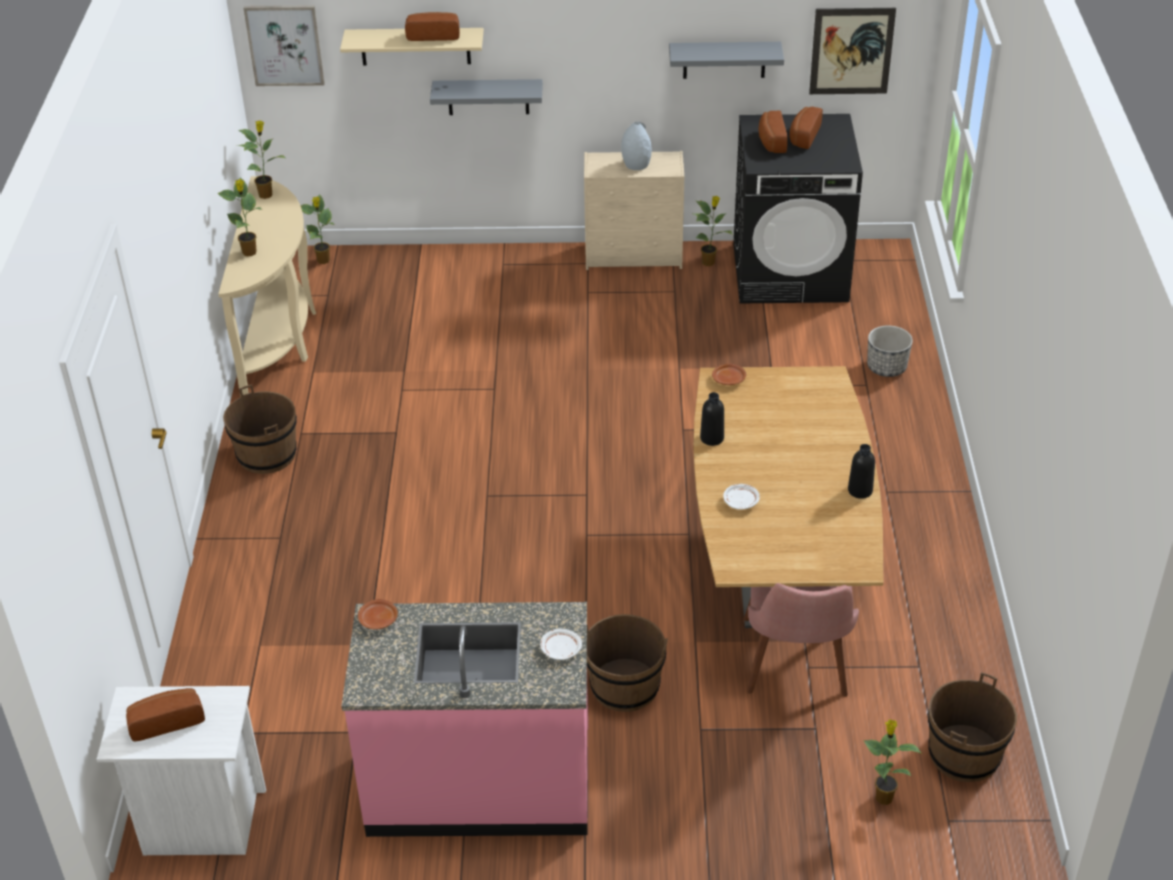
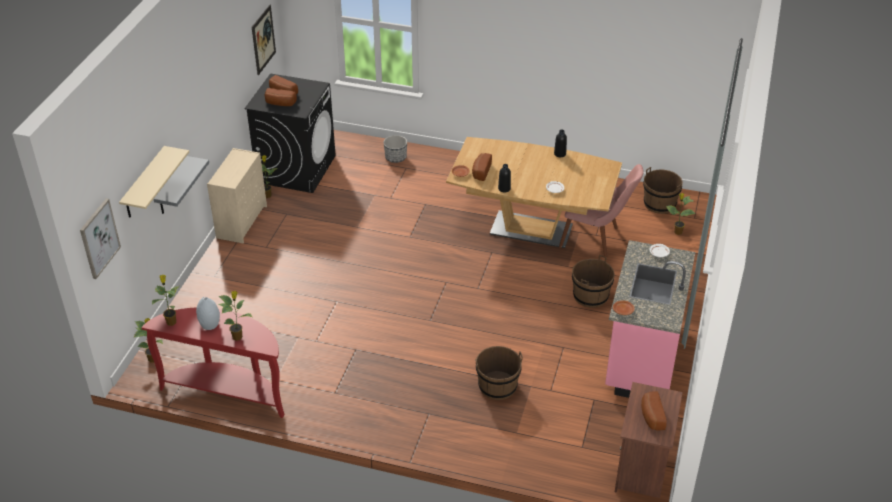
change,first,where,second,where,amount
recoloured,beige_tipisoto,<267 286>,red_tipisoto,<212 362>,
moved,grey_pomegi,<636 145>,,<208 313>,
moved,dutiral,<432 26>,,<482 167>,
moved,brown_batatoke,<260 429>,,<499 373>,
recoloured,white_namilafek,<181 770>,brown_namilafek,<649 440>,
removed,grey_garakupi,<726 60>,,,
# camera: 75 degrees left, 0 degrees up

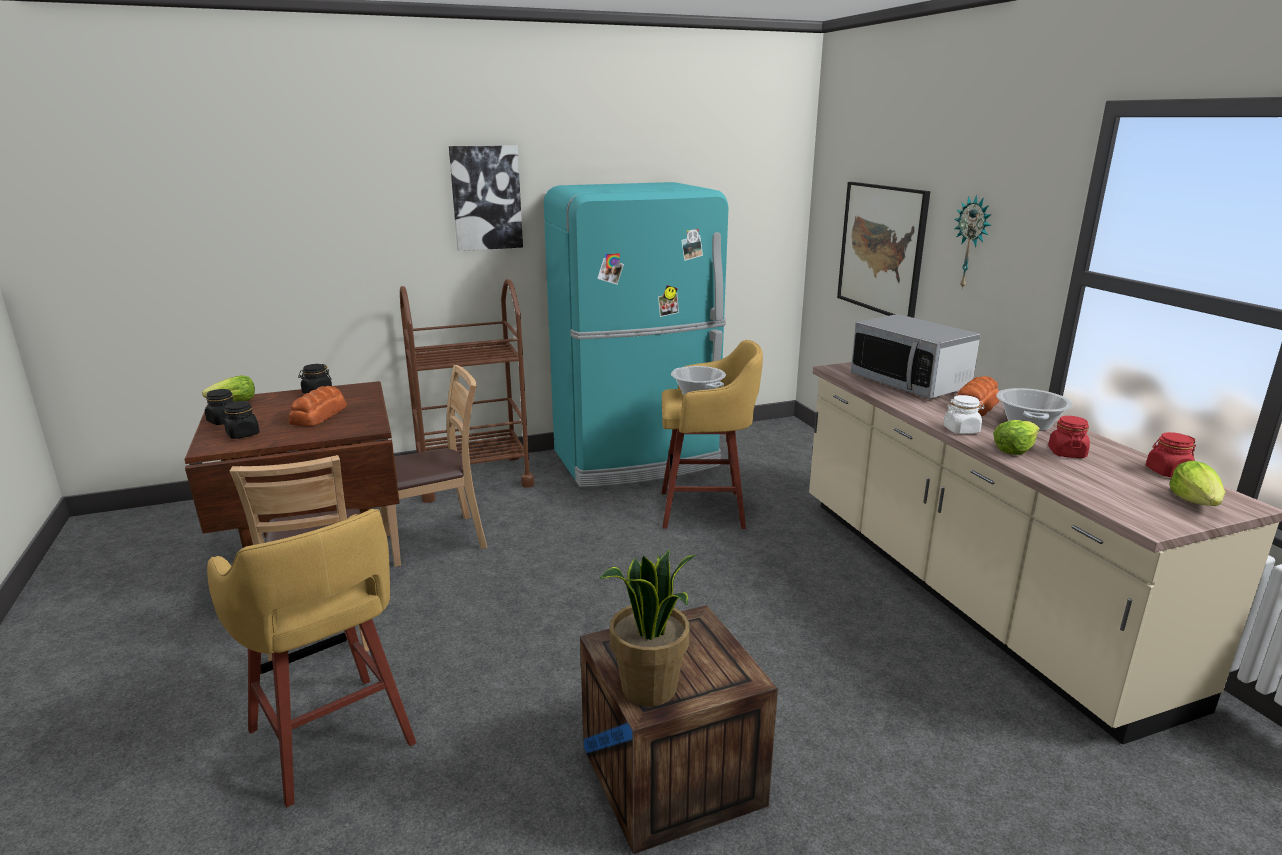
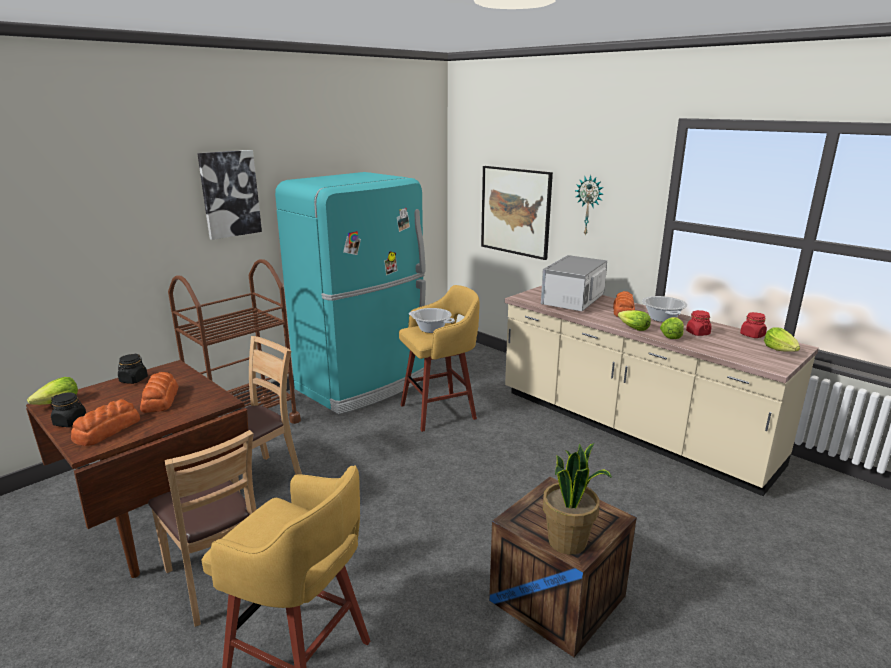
change,first,where,second,where,amount
replaced,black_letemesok,<242 420>,dutiral,<105 422>,
turned,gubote,<915 356>,,<574 283>,90 degrees clockwise
replaced,white_letemesok,<963 414>,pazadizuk,<634 320>,
# camera: 25 degrees left, 0 degrees up

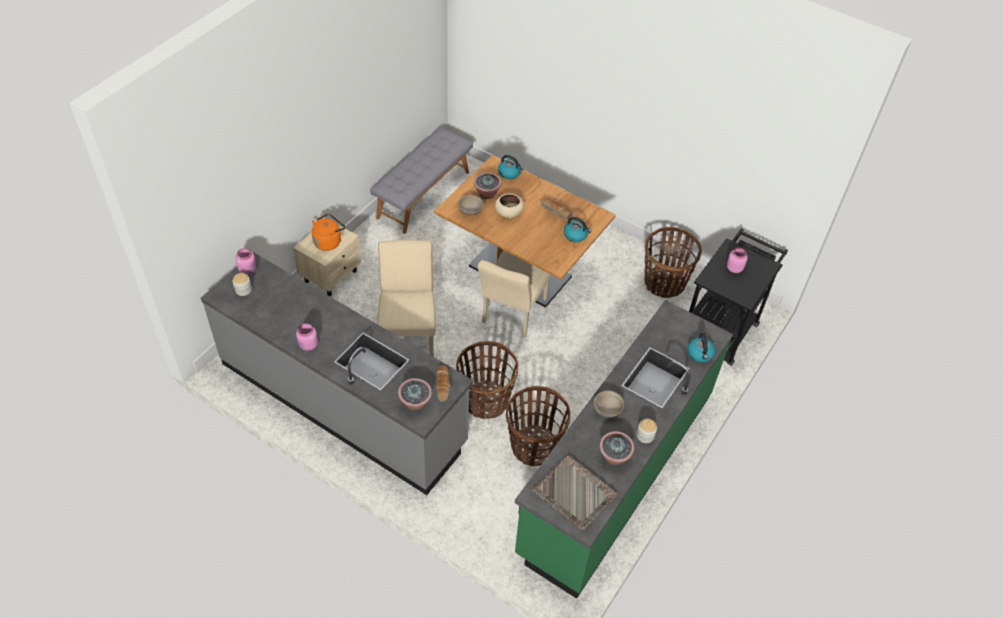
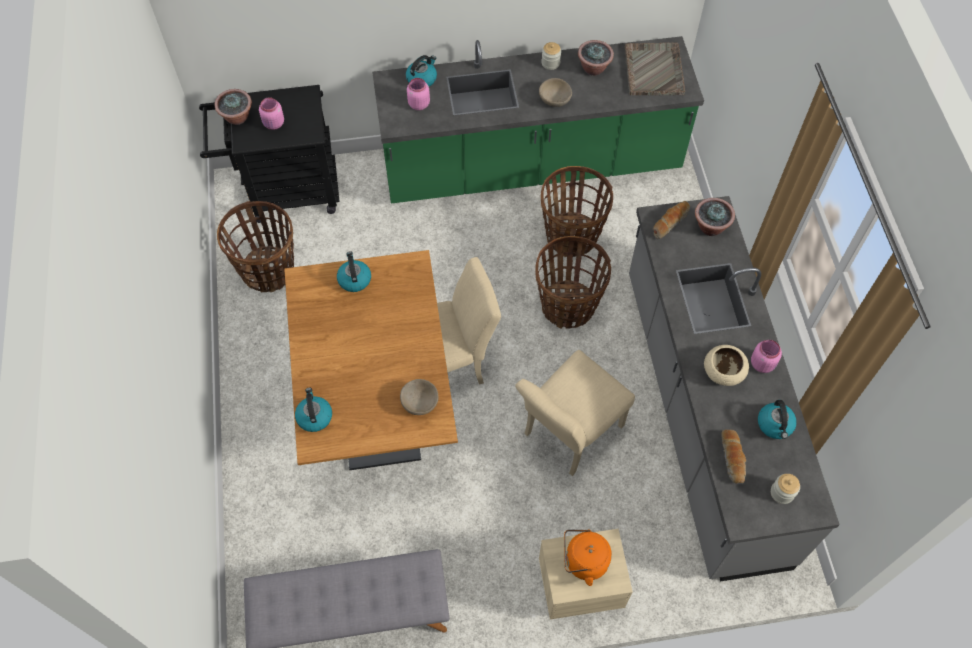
change,first,where,second,where,amount
moved,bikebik,<487 186>,,<233 107>,
moved,pink_letemesok,<246 261>,,<418 94>,
moved,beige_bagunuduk,<509 205>,,<726 365>,
moved,dutiral,<556 208>,,<733 456>,
added,,,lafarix,<777 419>,
# camera: 130 degrees left, 10 degrees up

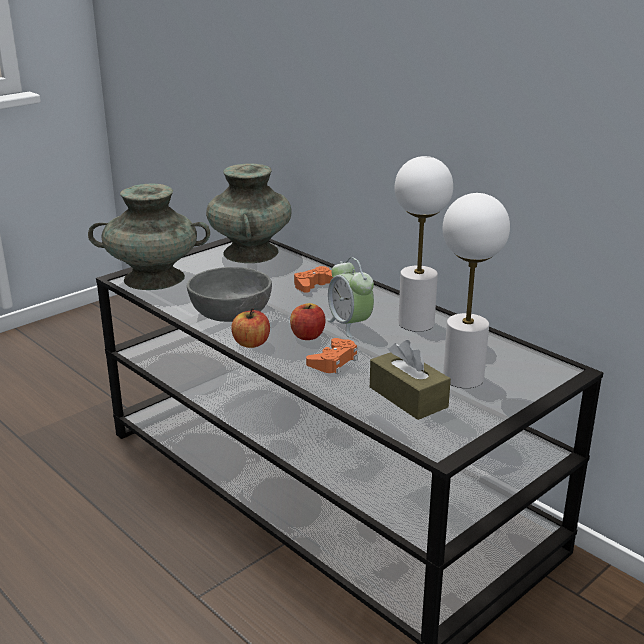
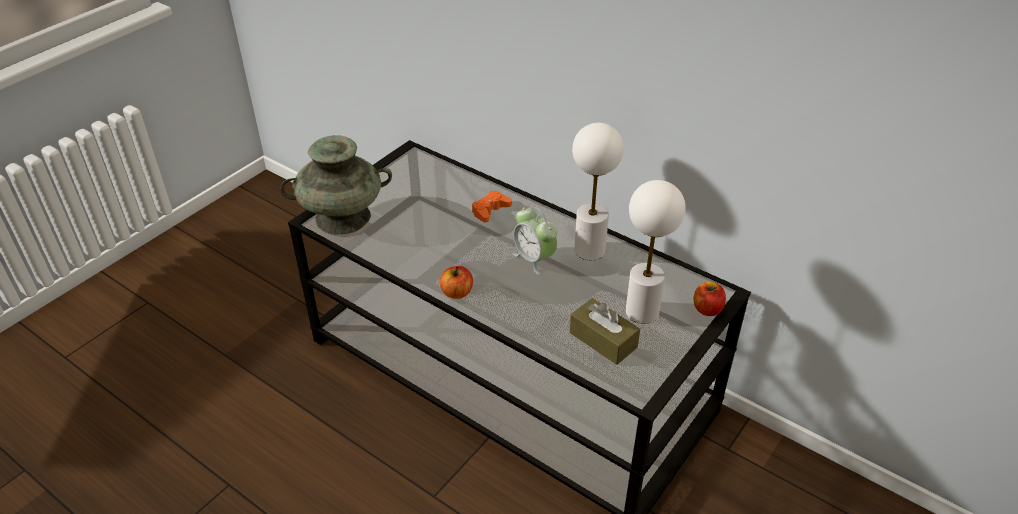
change,first,where,second,where,amount
moved,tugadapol,<307 321>,,<710 298>,
removed,grey_bagunuduk,<229 294>,,,
removed,turquoise_pomegi,<249 213>,,,
removed,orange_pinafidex,<332 356>,,,
# camera: 10 degrees left, 15 degrees up

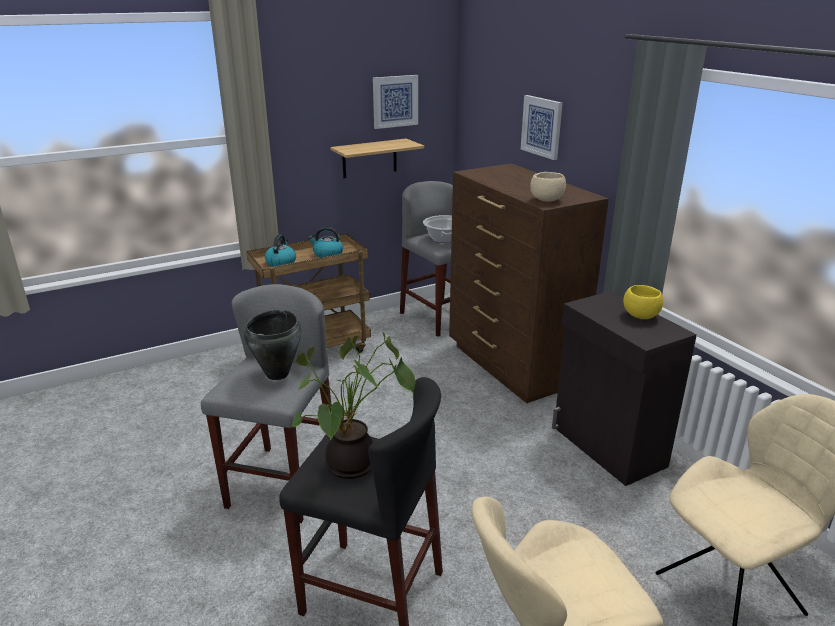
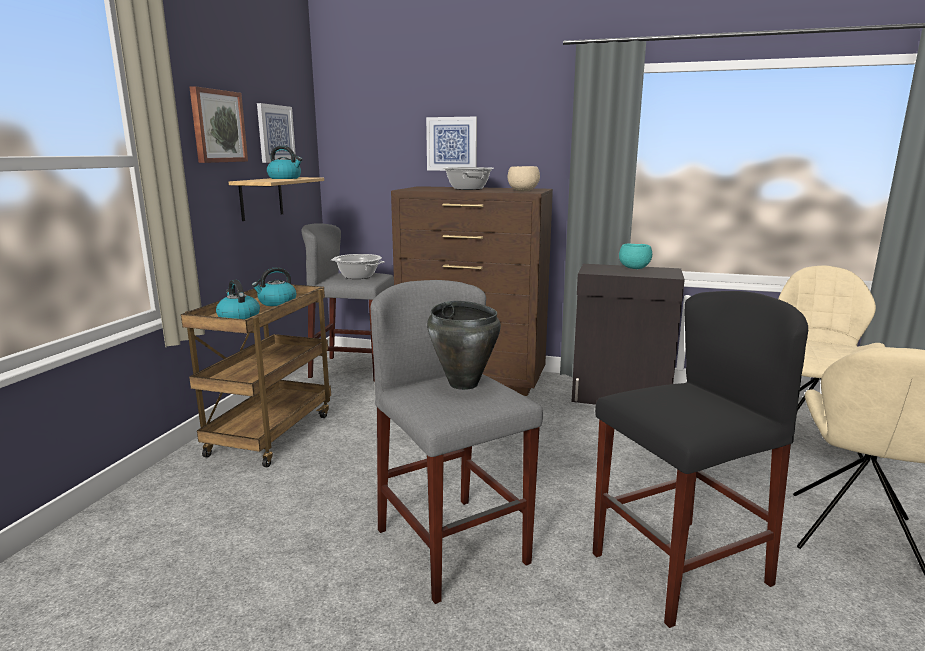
change,first,where,second,where,amount
added,,,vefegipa,<219 124>,
added,,,lafarix,<285 162>,
added,,,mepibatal,<468 178>,
recoloured,yellow_bagunuduk,<643 302>,turquoise_bagunuduk,<635 256>,
removed,bikebik,<354 405>,,,
# camera: 45 degrees left, 10 degrees down

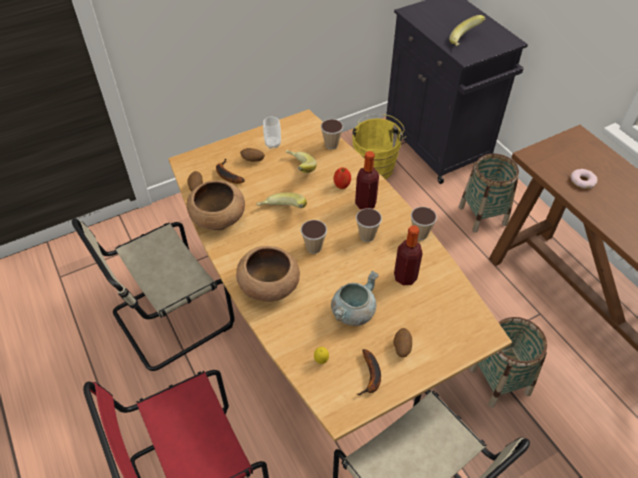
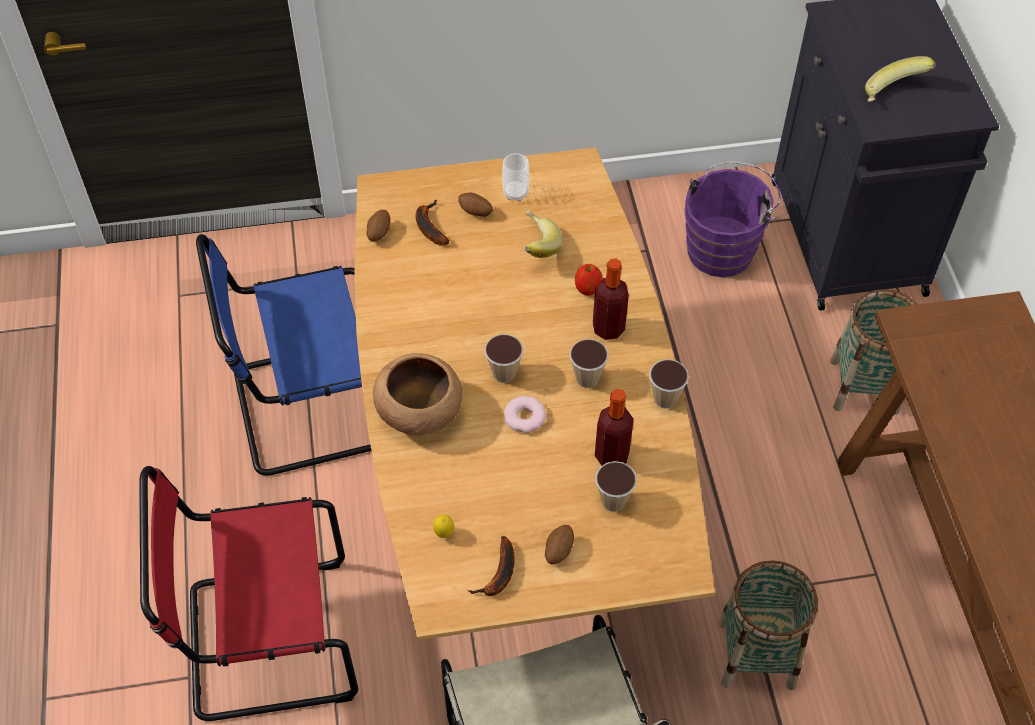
change,first,where,second,where,amount
recoloured,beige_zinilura,<153 294>,blue_zinilura,<283 355>,
moved,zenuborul,<584 178>,,<525 414>,
moved,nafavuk,<332 134>,,<616 486>,
recoloured,yellow_batatoke,<379 146>,purple_batatoke,<732 219>,
removed,brown_bagunuduk,<216 205>,,,
removed,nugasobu,<281 200>,,,
removed,grey_mepibatal,<355 298>,,,
# camera: 20 degrees right, 5 degrees up

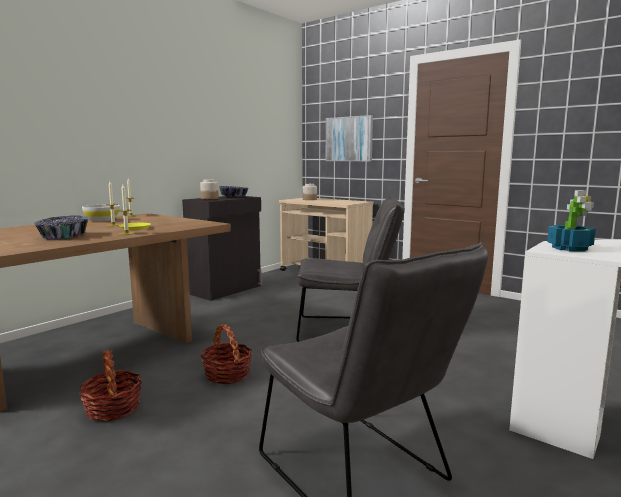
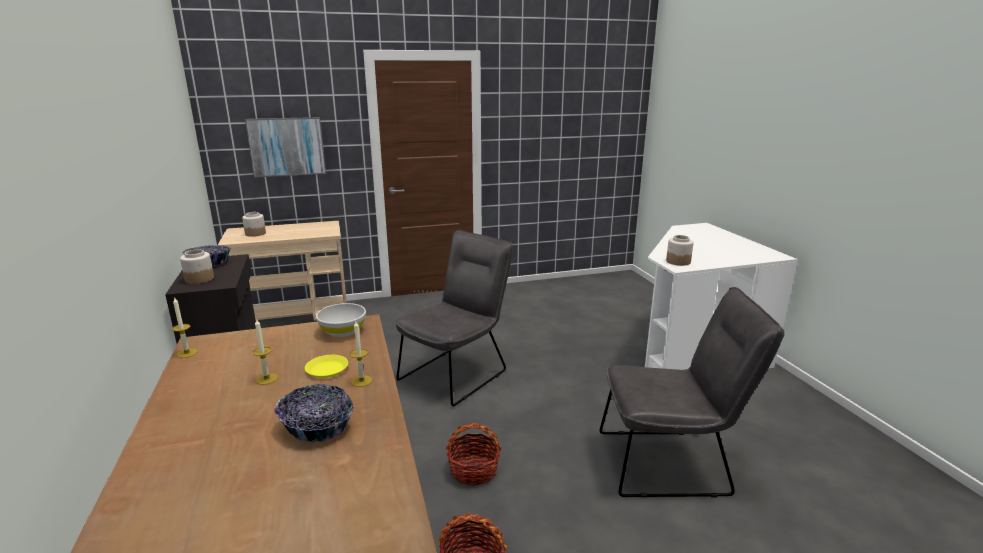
change,first,where,second,where,amount
moved,white_bagunuduk,<101 213>,,<341 320>,
replaced,bikebik,<571 220>,letemesok,<680 250>,
# camera: 55 degrees left, 10 degrees up

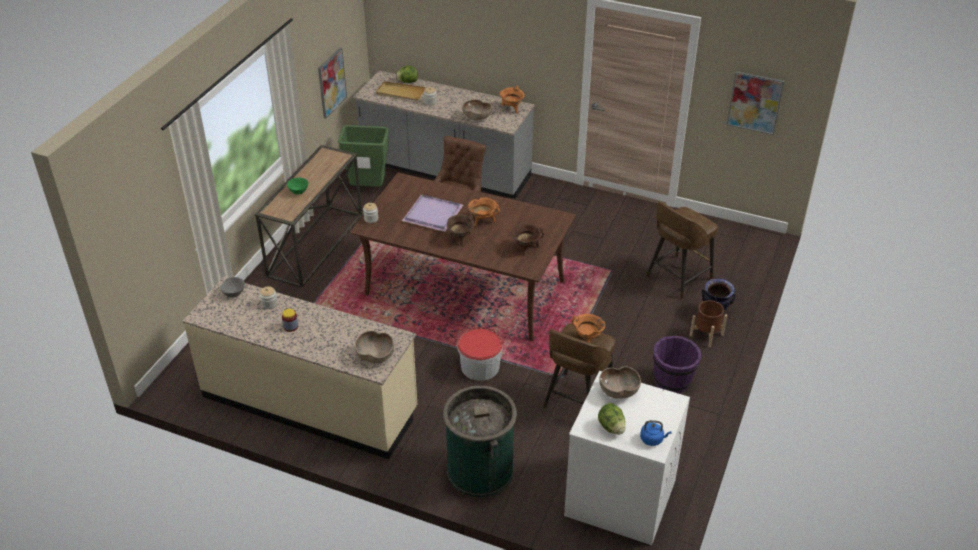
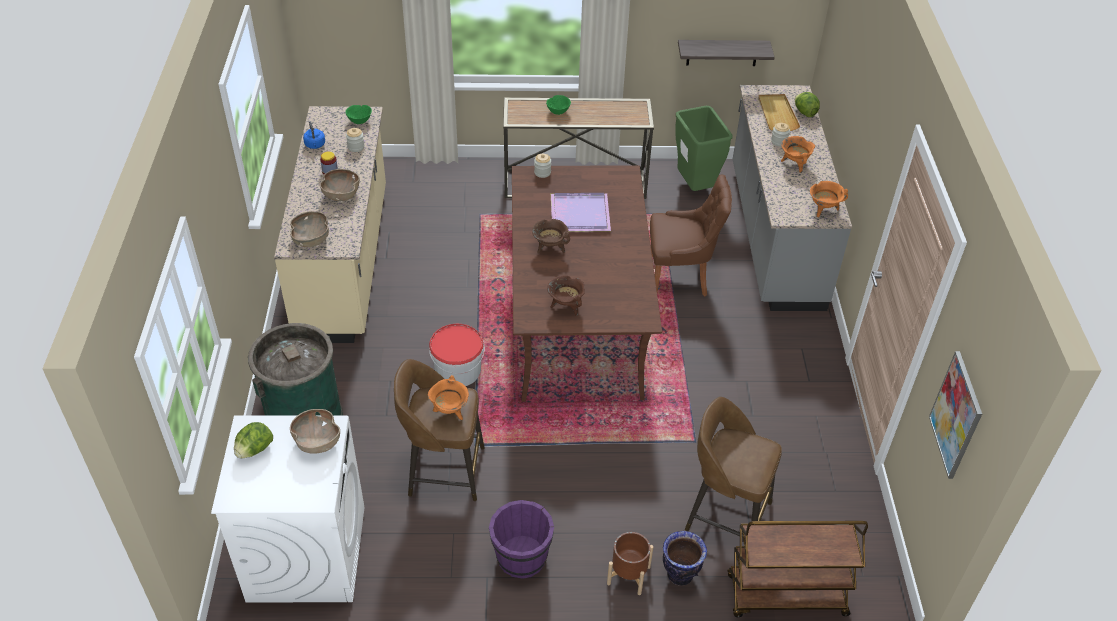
change,first,where,second,where,amount
moved,blue_lafarix,<656 433>,,<314 135>,
moved,brown_bagunuduk,<477 109>,,<340 185>,
recoloured,grey_bagunuduk,<232 287>,green_bagunuduk,<359 114>,
replaced,vefegipa,<332 83>,garakupi,<726 53>,
added,,,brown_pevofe,<798 569>,
moved,orange_mepibatal,<484 212>,,<798 154>,
# camera: 65 degrees right, 5 degrees up

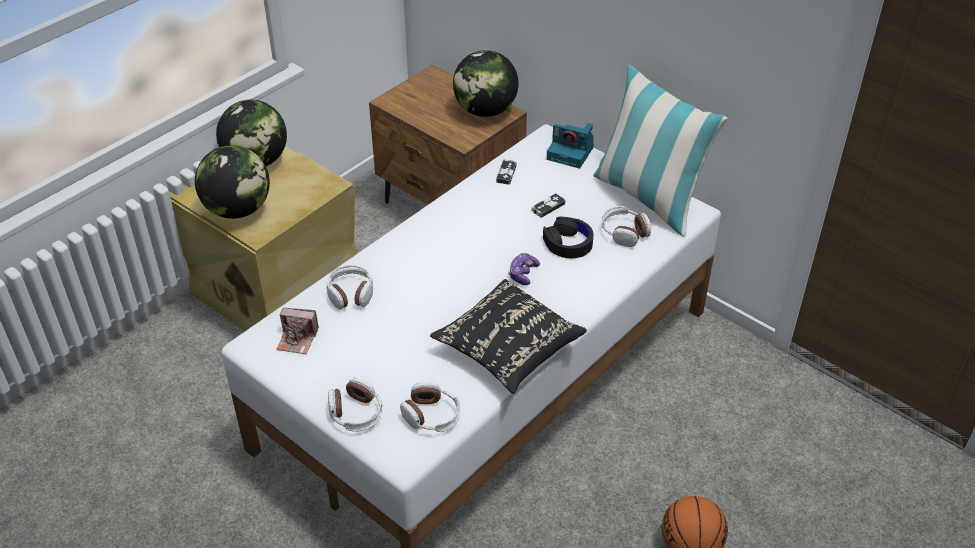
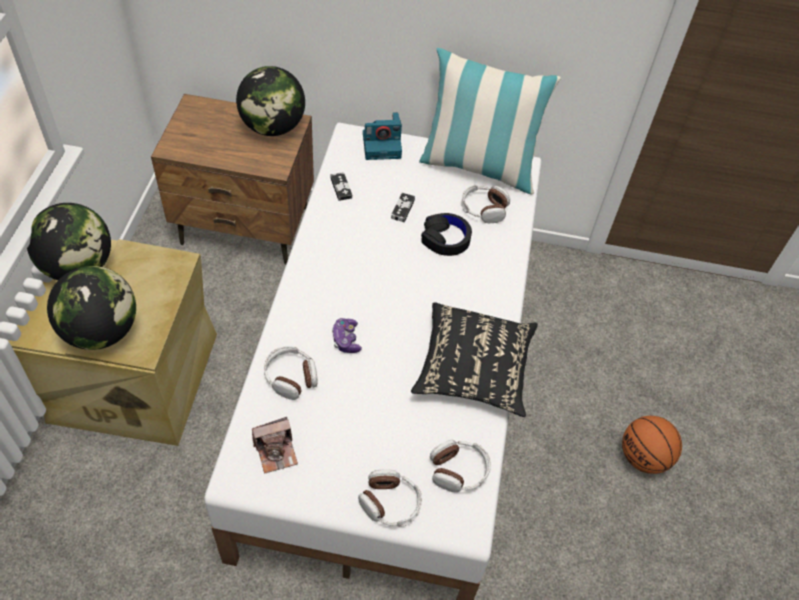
change,first,where,second,where,amount
moved,pinafidex,<524 269>,,<347 335>,
# camera: 35 degrees left, 10 degrees up

